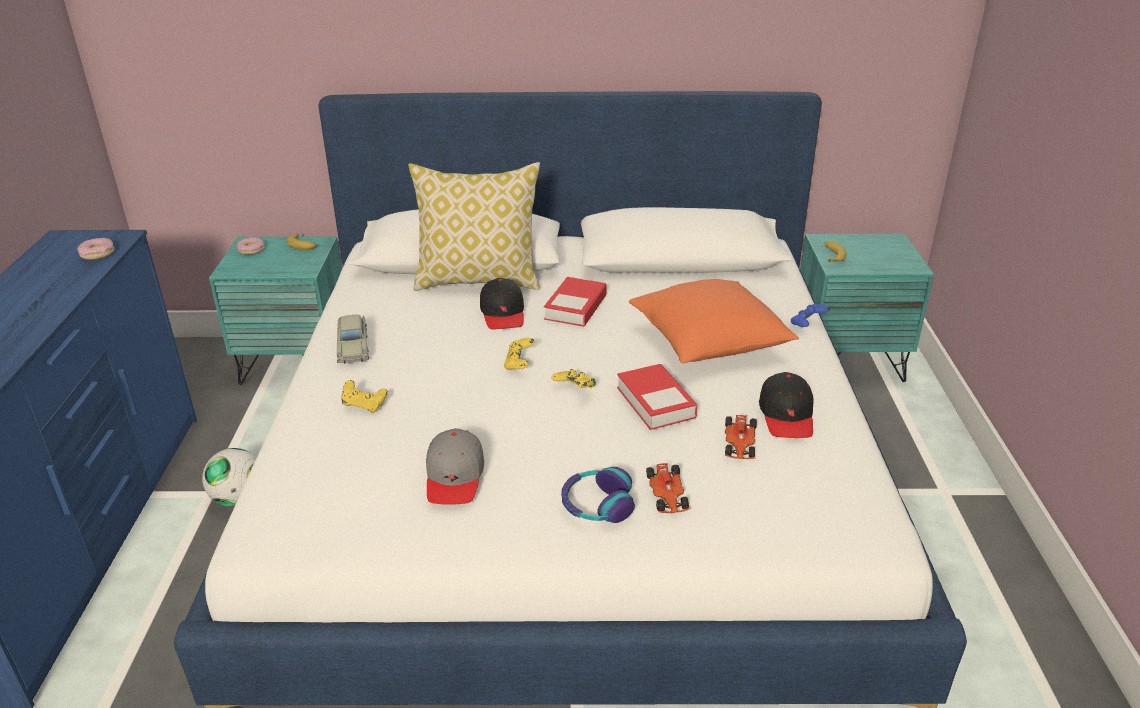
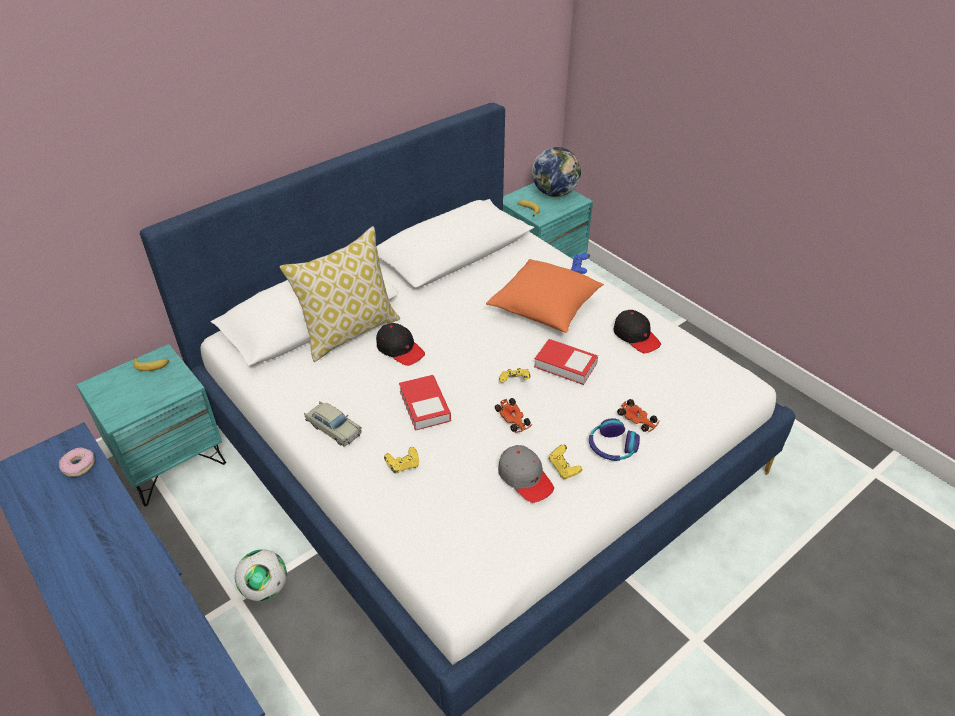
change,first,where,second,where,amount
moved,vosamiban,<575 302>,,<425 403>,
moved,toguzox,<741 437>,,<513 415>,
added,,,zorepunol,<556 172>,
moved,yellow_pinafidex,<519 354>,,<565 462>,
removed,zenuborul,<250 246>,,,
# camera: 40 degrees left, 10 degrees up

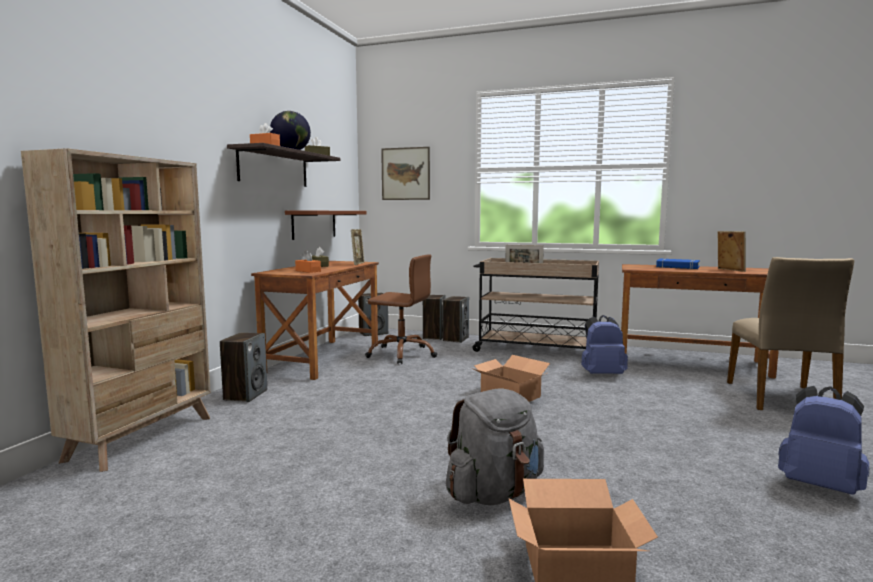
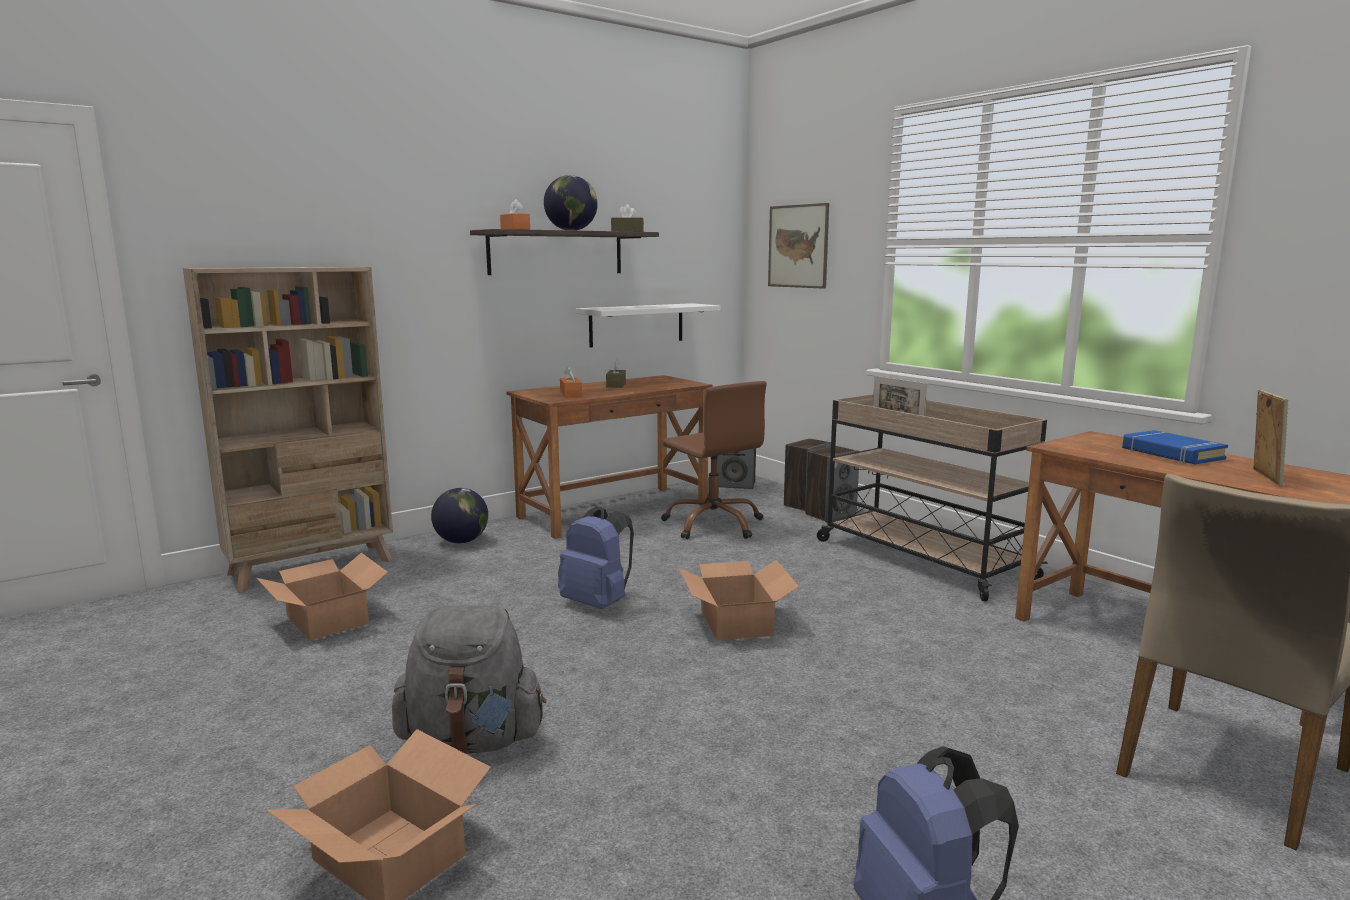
change,first,where,second,where,amount
added,,,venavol,<322 596>,
replaced,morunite,<243 367>,zorepunol,<459 515>,
moved,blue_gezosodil,<604 344>,,<596 557>,
recoloured,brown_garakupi,<326 225>,white_garakupi,<648 325>,
removed,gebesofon,<358 247>,,,
# camera: 35 degrees right, 5 degrees up

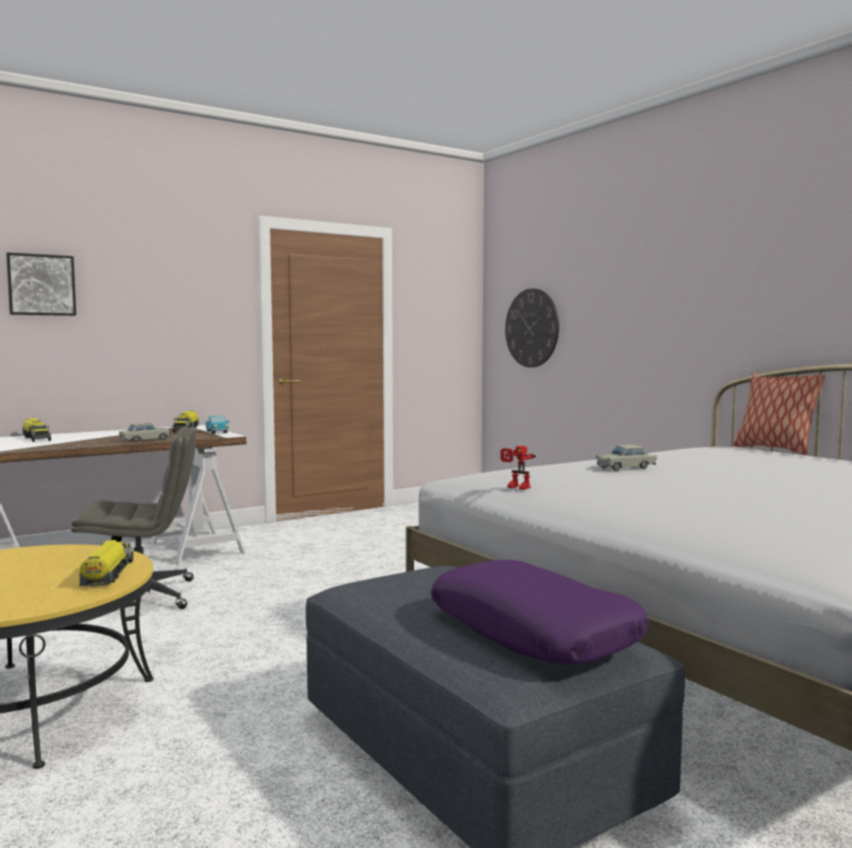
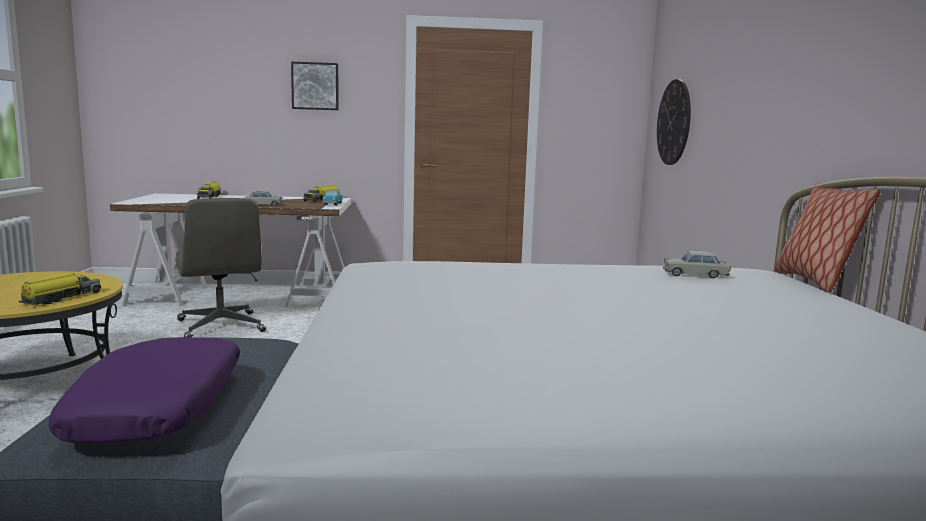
change,first,where,second,where,amount
turned,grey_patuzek,<133 517>,,<220 267>,45 degrees clockwise
moved,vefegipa,<41 284>,,<315 86>,
moved,beige_toguzox,<626 458>,,<697 264>,
removed,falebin,<518 468>,,,
# camera: 30 degrees right, 5 degrees up

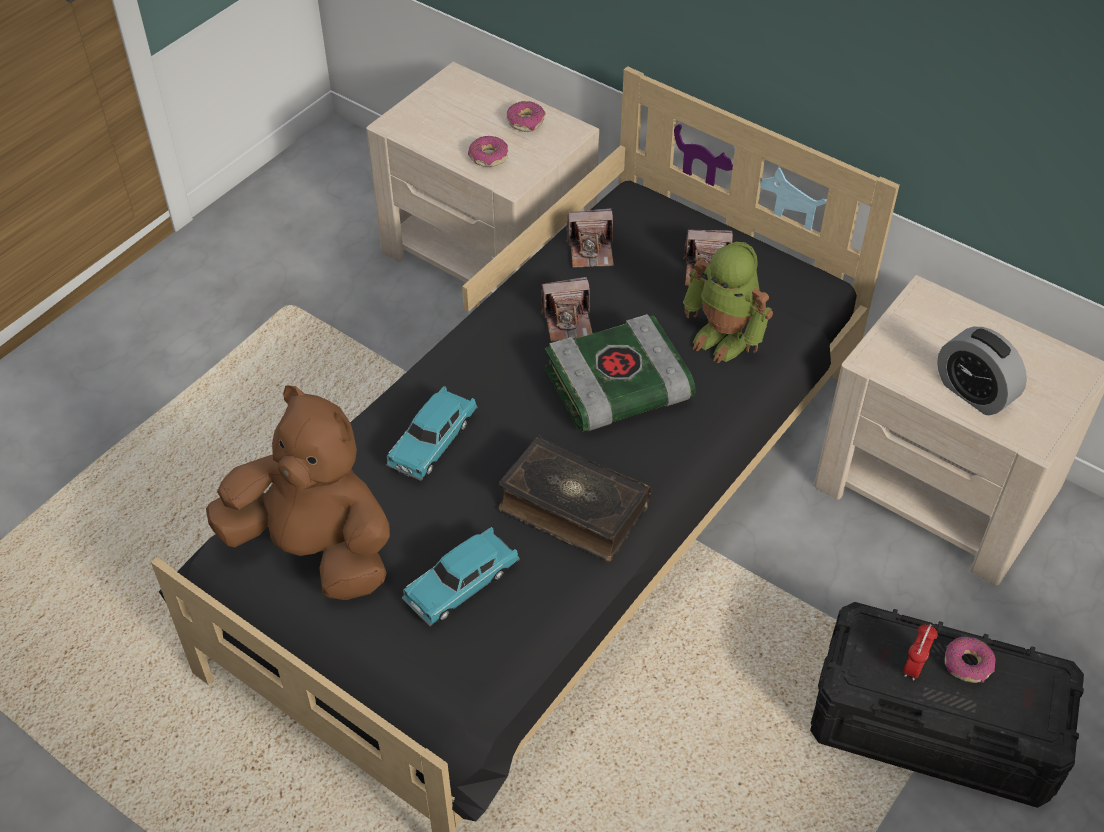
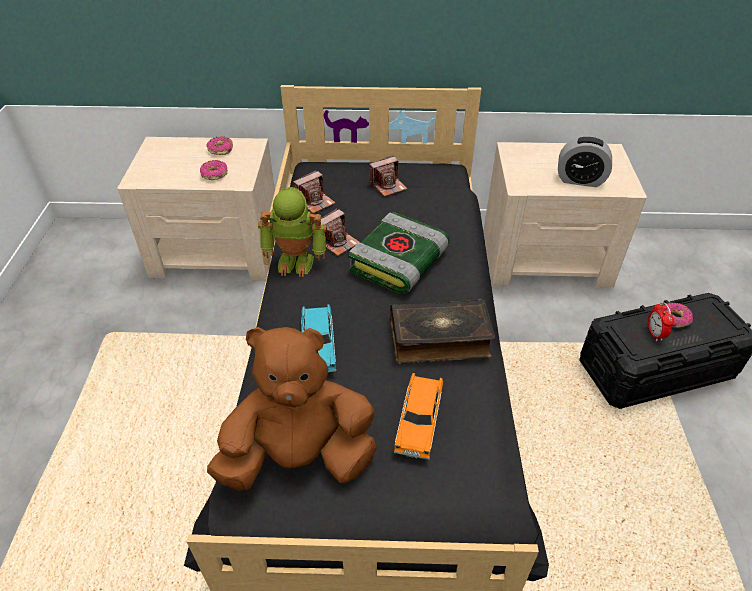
change,first,where,second,where,amount
moved,falebin,<728 302>,,<292 232>,
recoloured,turquoise_toguzox,<461 576>,orange_toguzox,<418 416>,
# camera: 35 degrees left, 5 degrees down

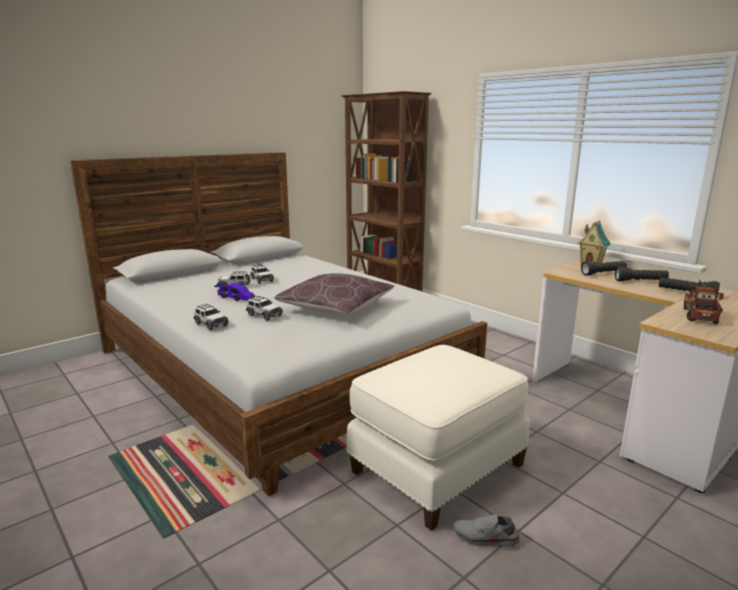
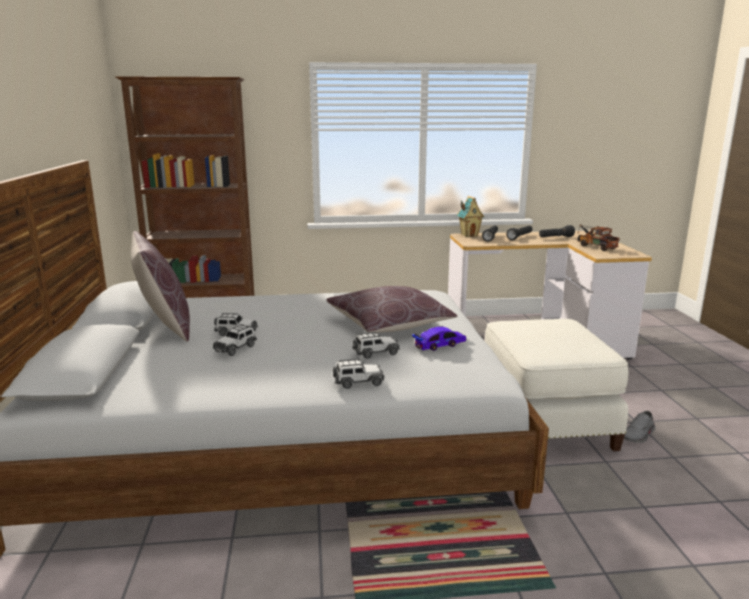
change,first,where,second,where,amount
added,,,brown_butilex,<160 286>,
moved,toguzox,<234 292>,,<439 338>,
# camera: 55 degrees left, 0 degrees up

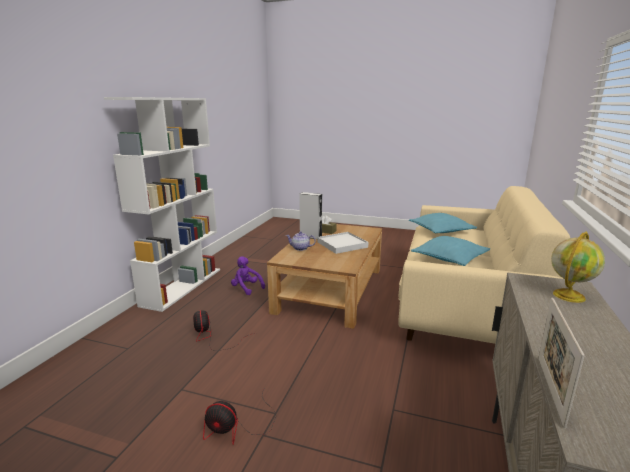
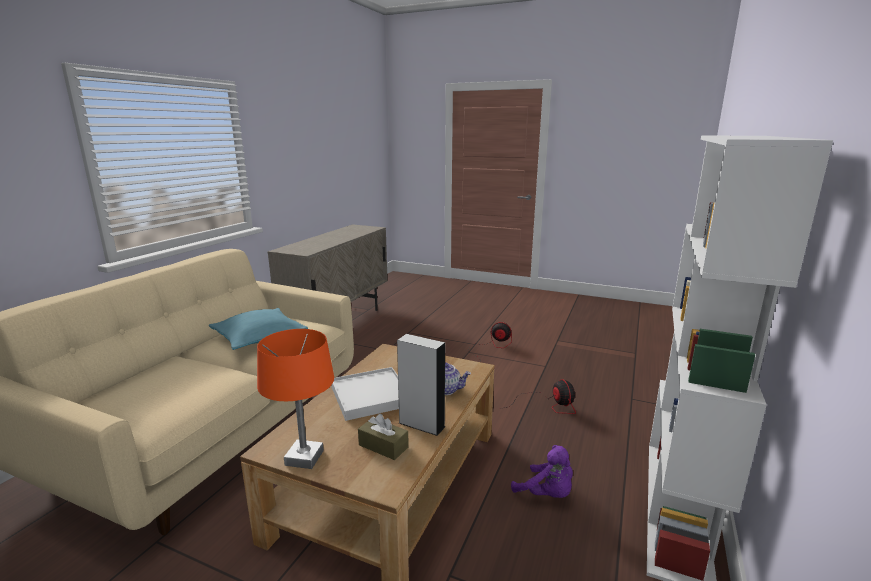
change,first,where,second,where,amount
added,,,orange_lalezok,<295 399>,
removed,turquoise_butilex,<443 223>,,,
removed,gebesofon,<562 363>,,,
removed,zorepunol,<578 267>,,,
# camera: 175 degrees left, 0 degrees up

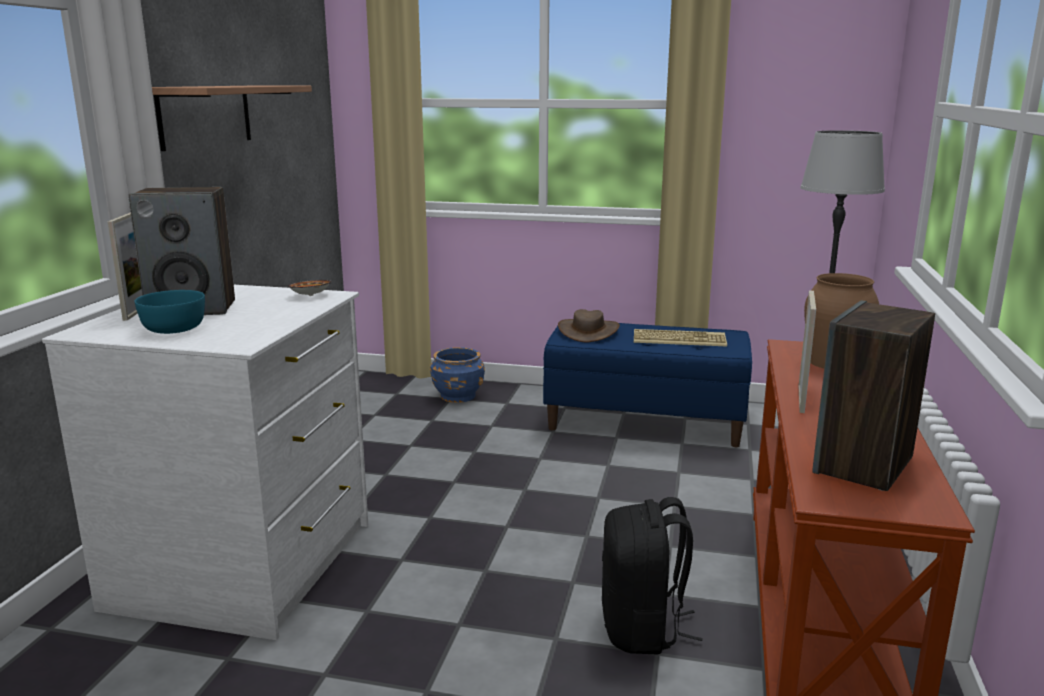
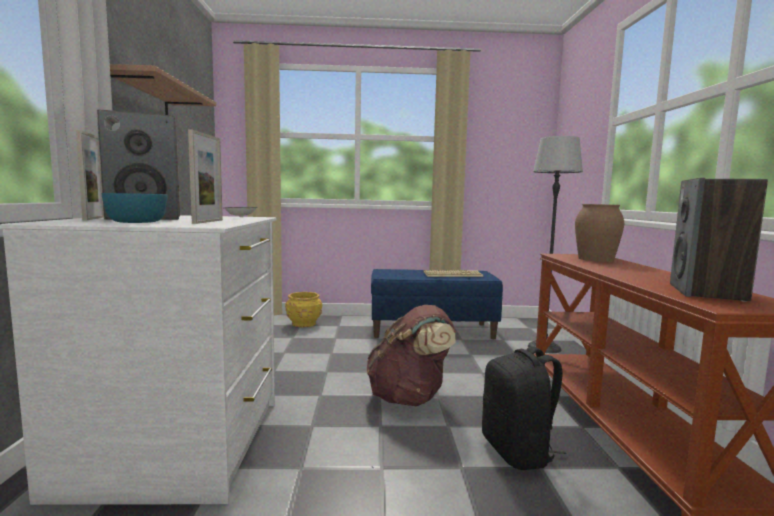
change,first,where,second,where,amount
moved,gebesofon,<807 352>,,<205 176>,
recoloured,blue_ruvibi,<457 375>,yellow_ruvibi,<303 309>,
added,,,brown_gezosodil,<411 355>,
removed,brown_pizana,<589 325>,,,
# camera: 15 degrees left, 10 degrees down

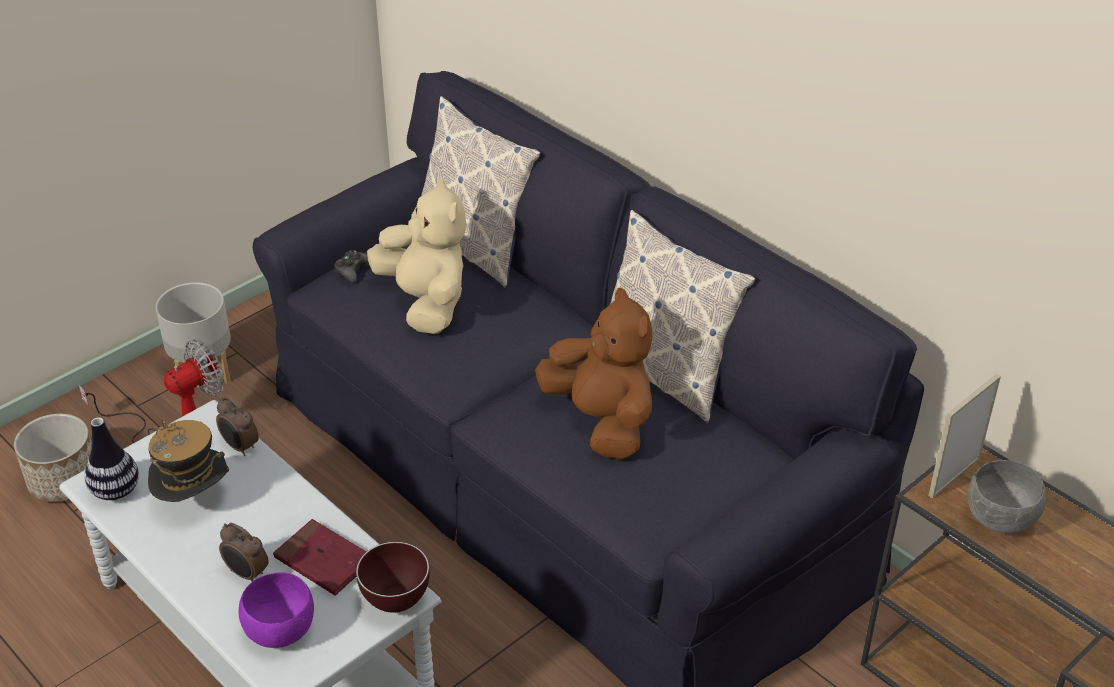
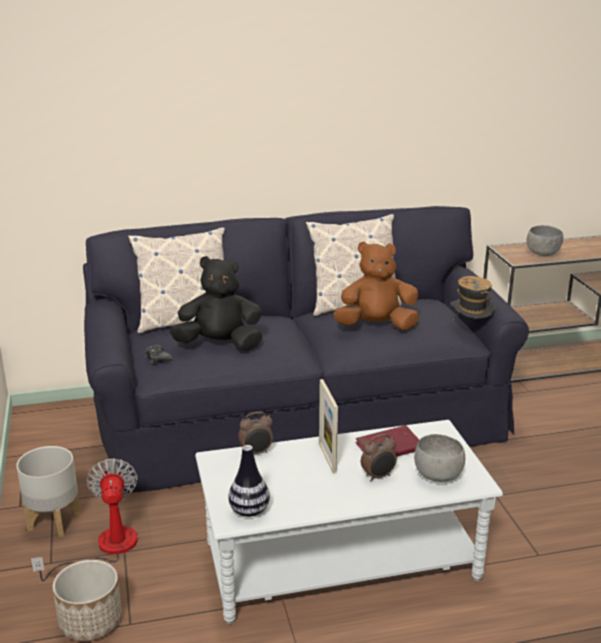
change,first,where,second,where,amount
recoloured,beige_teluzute,<416 256>,black_teluzute,<216 303>,
moved,gebesofon,<964 436>,,<328 426>,
recoloured,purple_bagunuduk,<276 610>,grey_bagunuduk,<439 458>,
moved,pizana,<188 460>,,<472 298>,
removed,brown_bagunuduk,<393 577>,,,
# camera: 60 degrees left, 15 degrees down

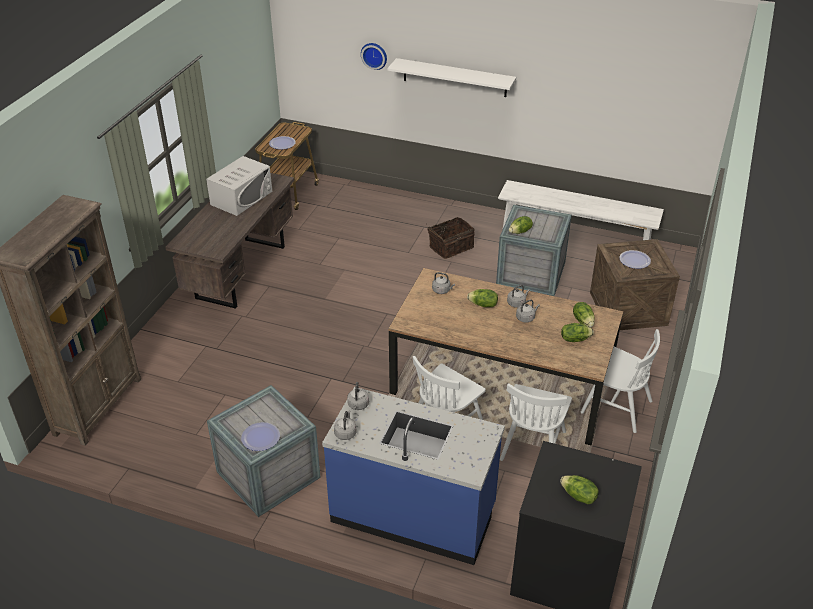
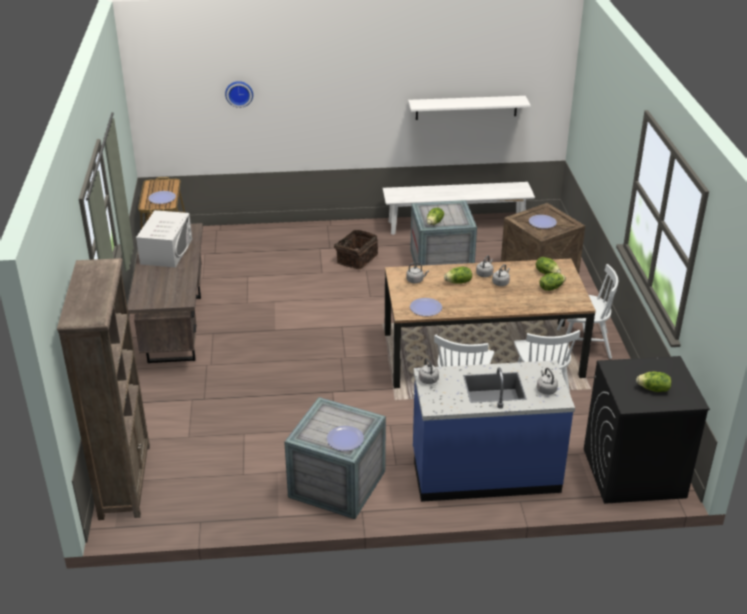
change,first,where,second,where,amount
moved,white_garakupi,<451 77>,,<469 108>,
added,,,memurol,<426 307>,
moved,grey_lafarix,<345 425>,,<547 381>,
# camera: 25 degrees left, 5 degrees down

